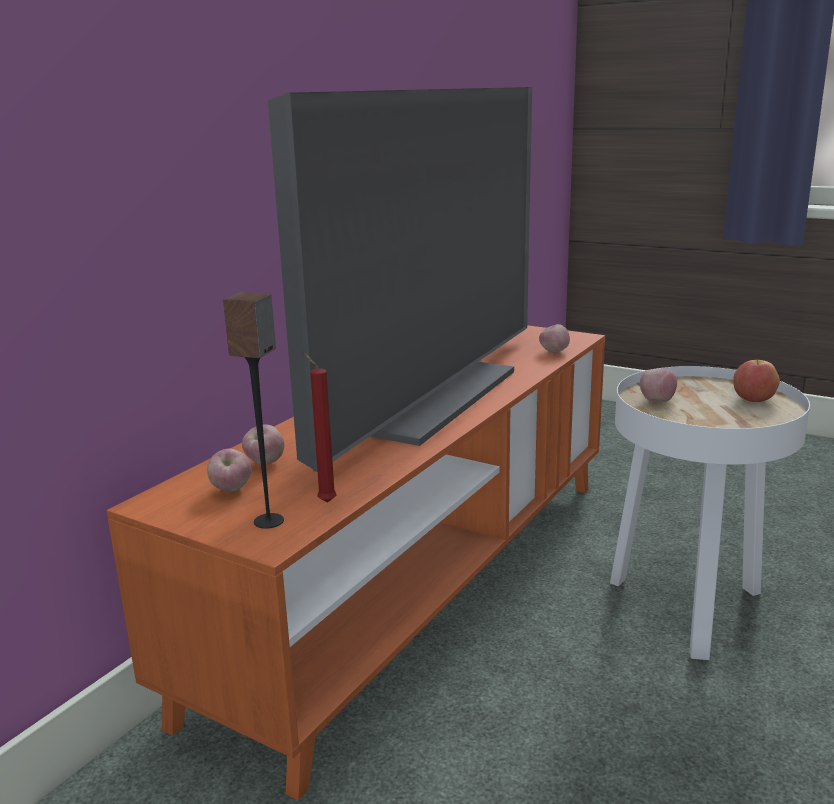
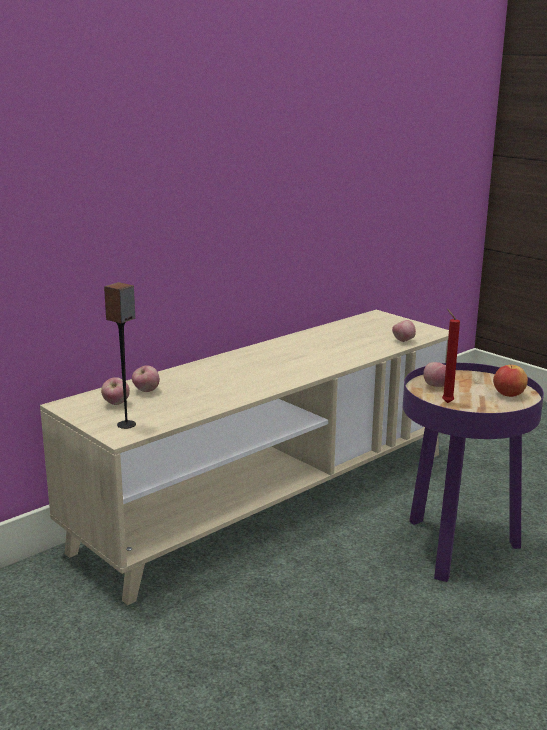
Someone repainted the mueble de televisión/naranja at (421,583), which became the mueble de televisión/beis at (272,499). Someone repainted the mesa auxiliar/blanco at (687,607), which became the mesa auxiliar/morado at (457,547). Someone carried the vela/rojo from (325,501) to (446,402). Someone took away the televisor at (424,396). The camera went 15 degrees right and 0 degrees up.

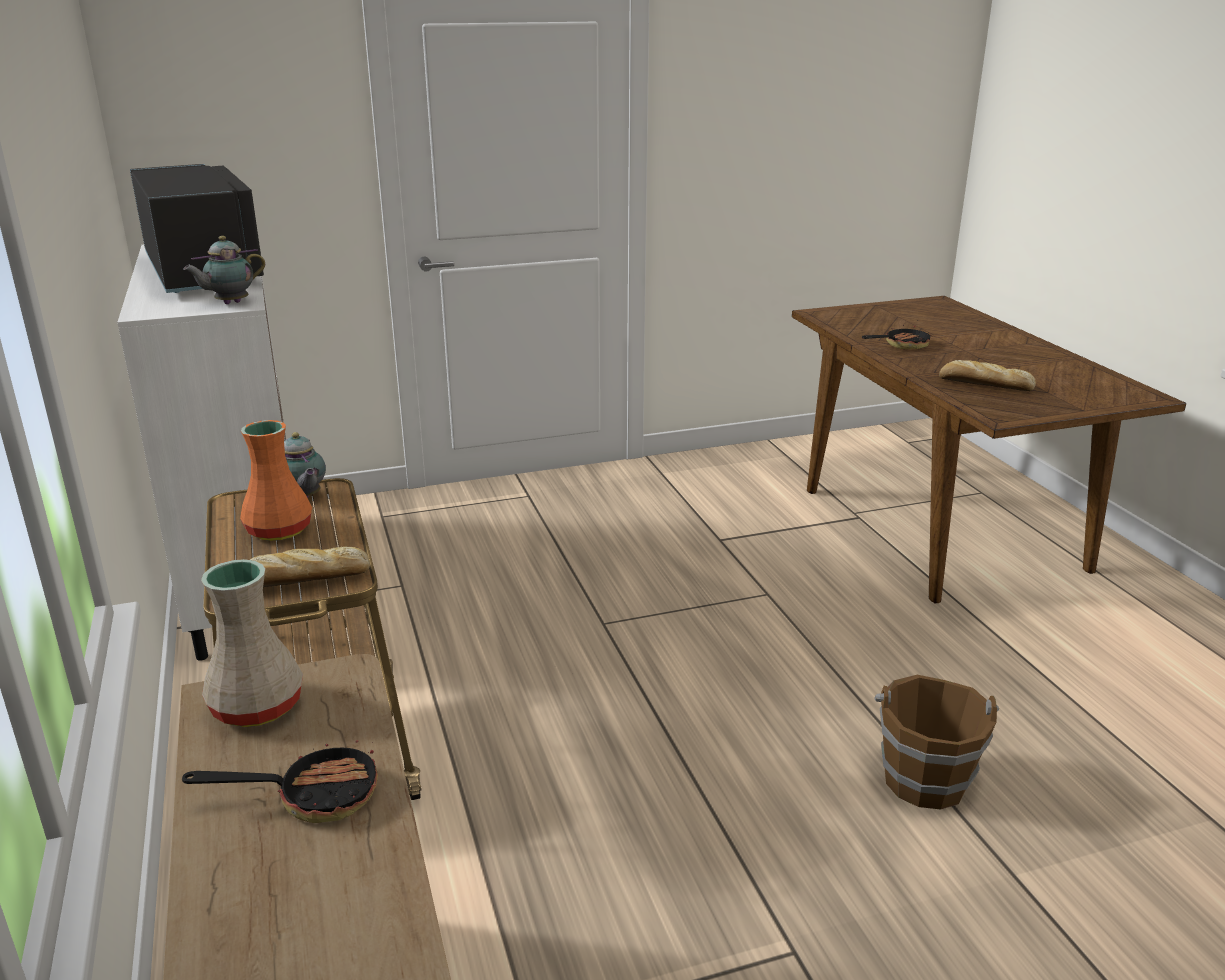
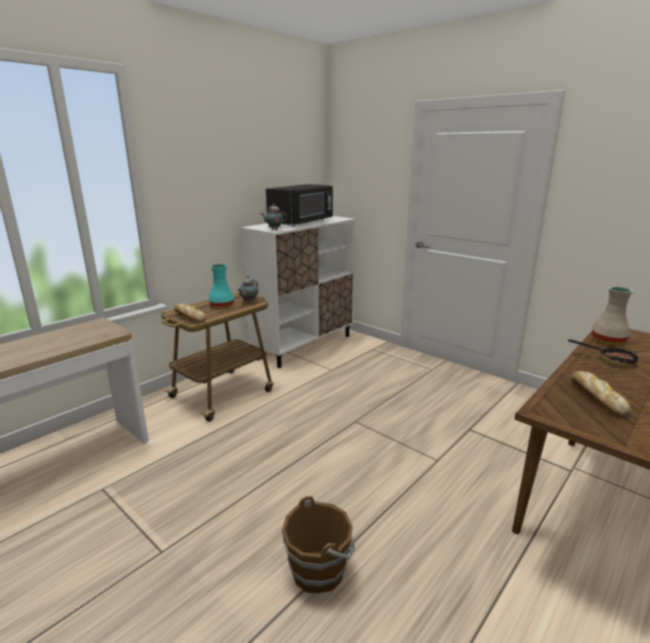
Someone repainted the florero/naranja at (277,530), which became the florero/turquesa at (222,305). Someone carried the florero/beis from (255,707) to (607,340). Someone took away the sartén at (313,795). The camera went 60 degrees right and 5 degrees down.

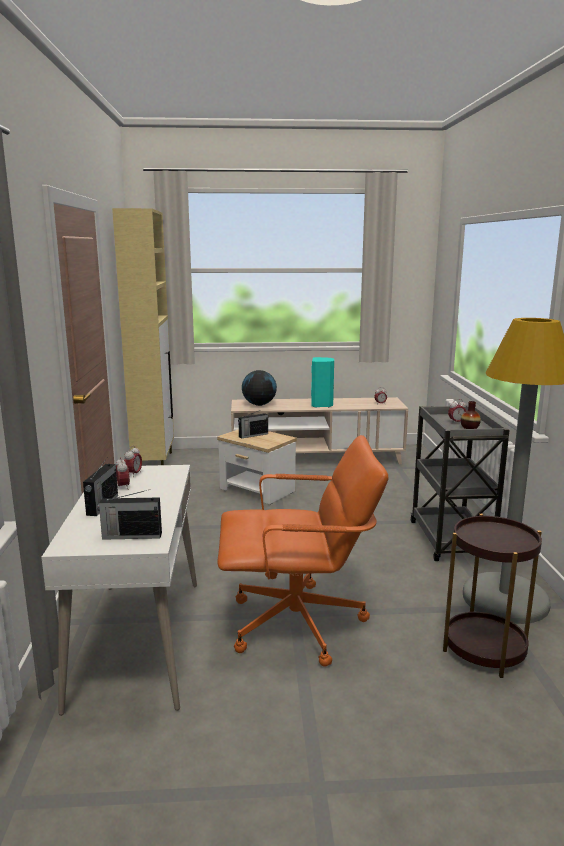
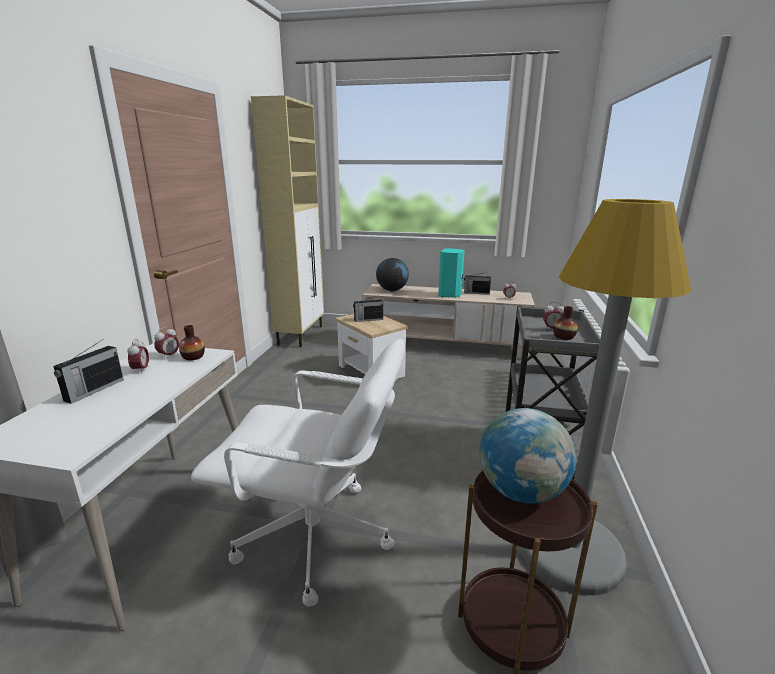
Someone put down the florero at (193,357). Someone repainted the silla de oficina/naranja at (298,625), which became the silla de oficina/blanco at (316,538). Someone carried the radio from (131,536) to (476,293). Someone put down the globo terráqueo at (521,491). The camera went 15 degrees right and 5 degrees up.

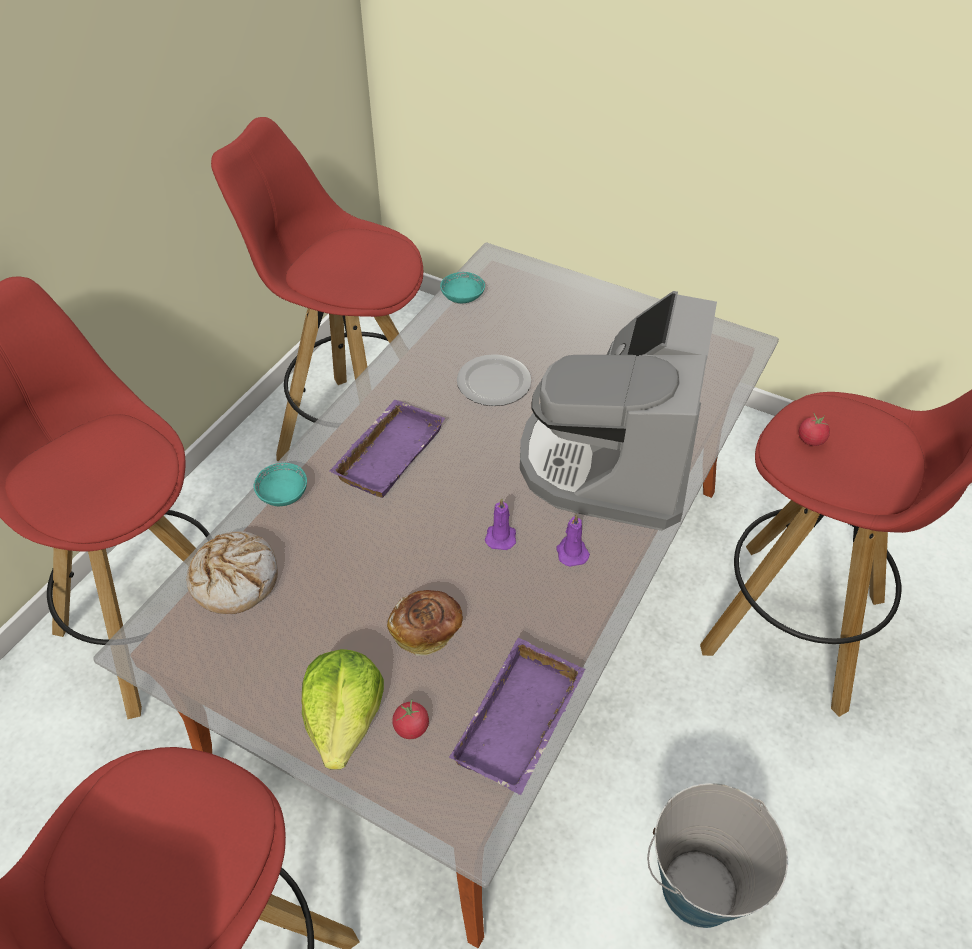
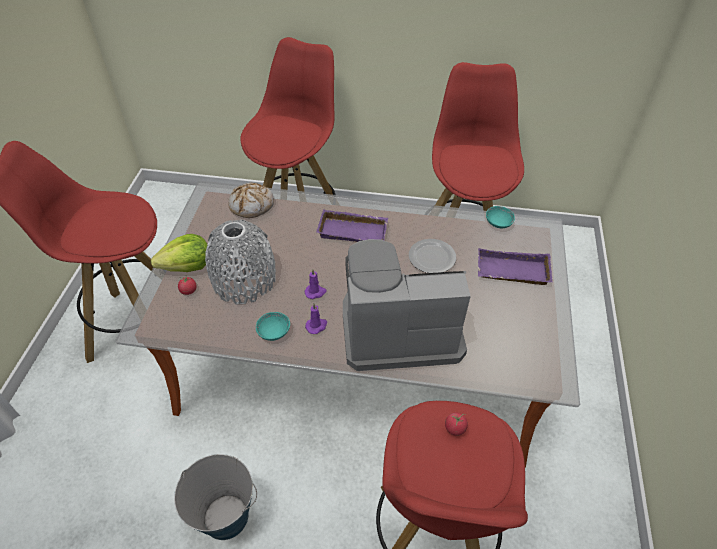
Someone swapped the pan at (427,630) for the florero/gris at (244,280). Someone carried the cuenco/turquesa from (283,494) to (274,332). Someone carried the bandeja/morado from (521,725) to (511,272). The camera went 70 degrees right and 0 degrees up.

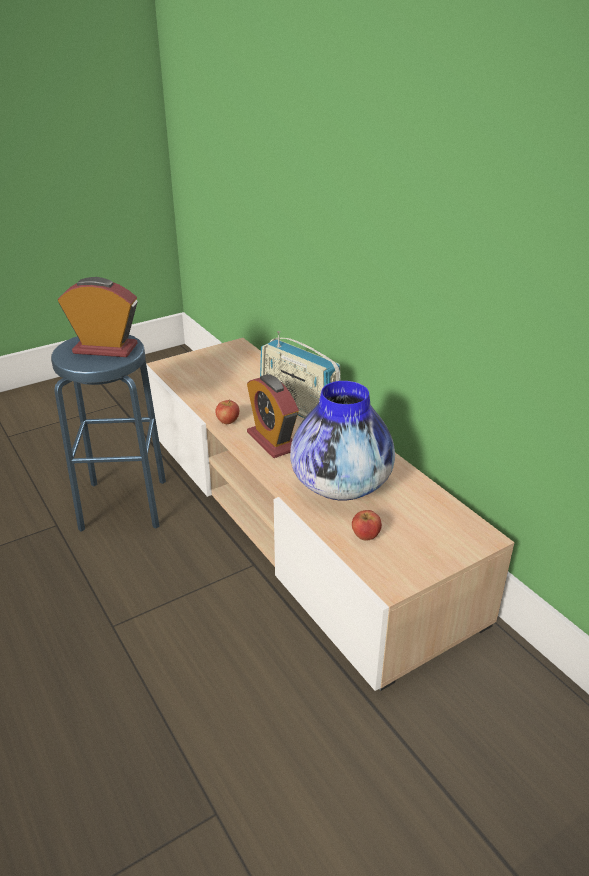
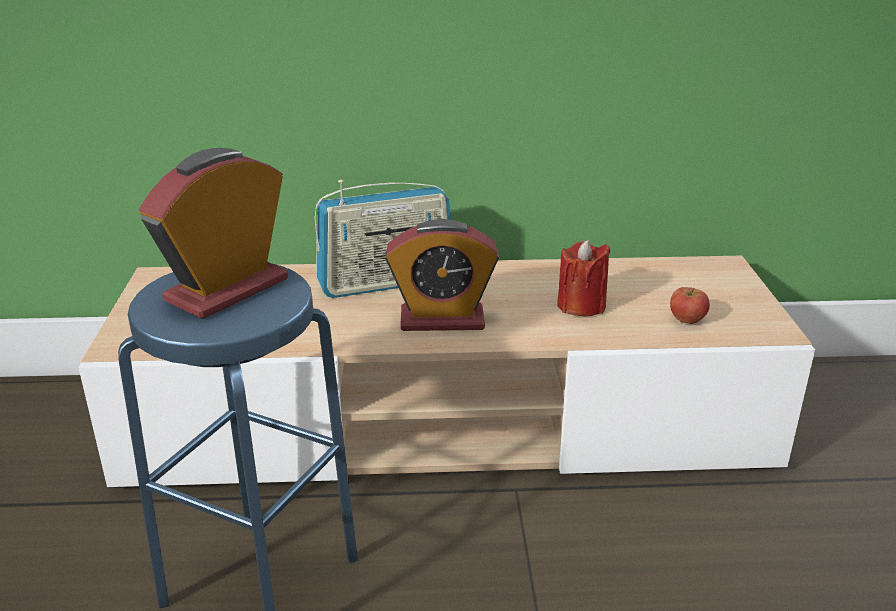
Someone swapped the florero at (341,485) for the vela/rojo at (581,305). Someone took away the manzana at (227,421). The camera went 60 degrees left and 5 degrees down.

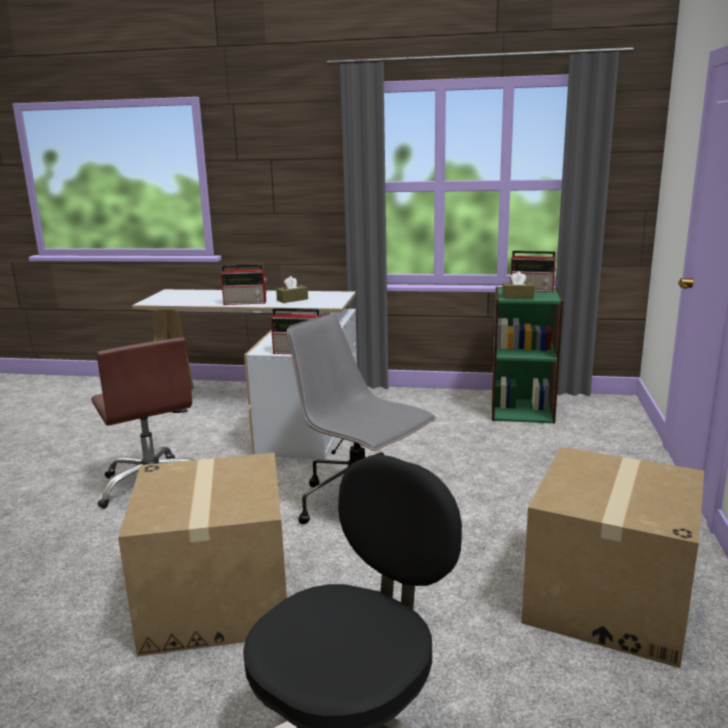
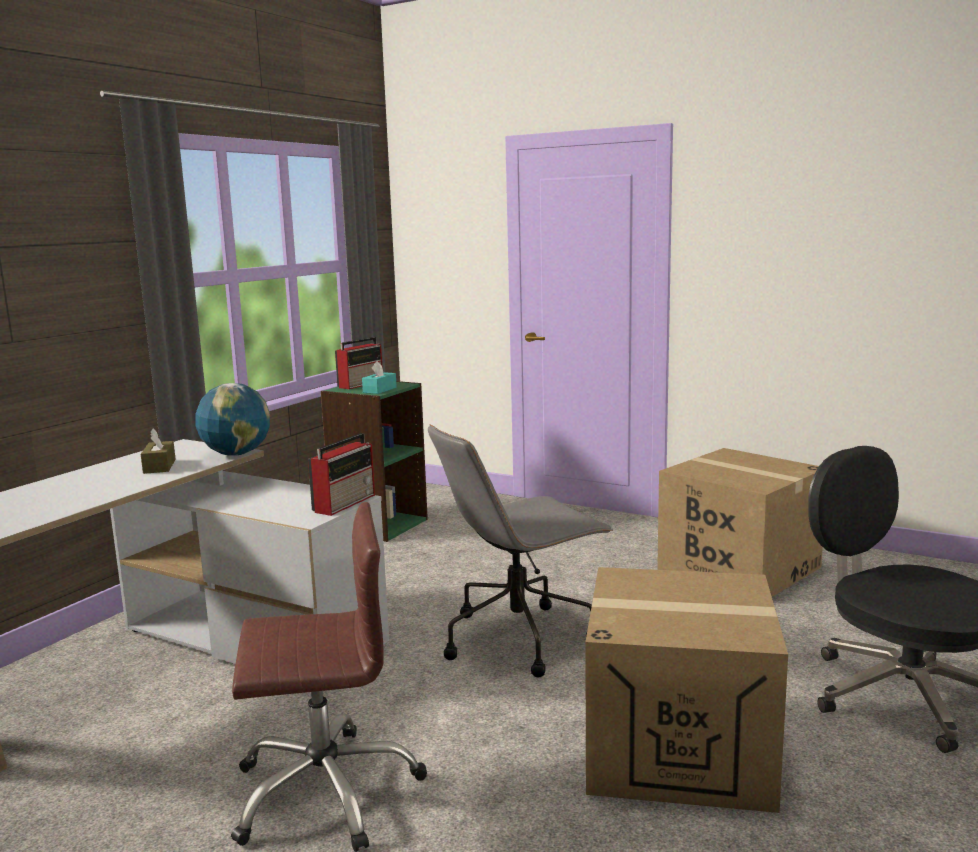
Someone put down the globo terráqueo at (236,454). Someone repainted the caja de pañuelos/marrón at (517,296), which became the caja de pañuelos/turquesa at (379,390). Someone took away the radio at (246,302). The camera went 70 degrees left and 5 degrees down.

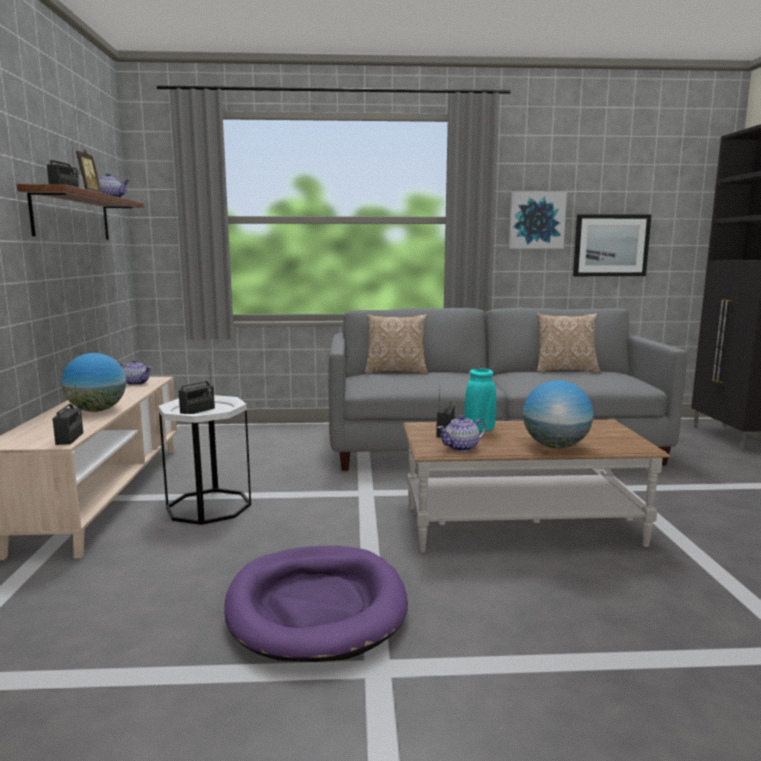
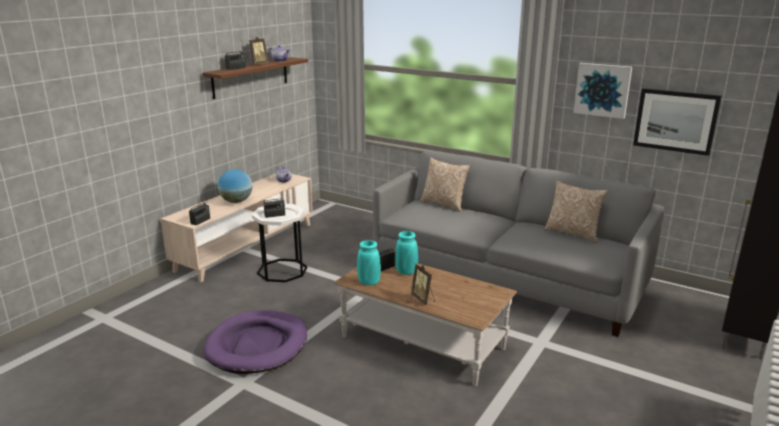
Someone swapped the tetera at (461,448) for the florero/turquesa at (369,282). Someone swapped the globo terráqueo at (555,446) for the portarretratos at (423,299). The camera went 35 degrees right and 10 degrees up.

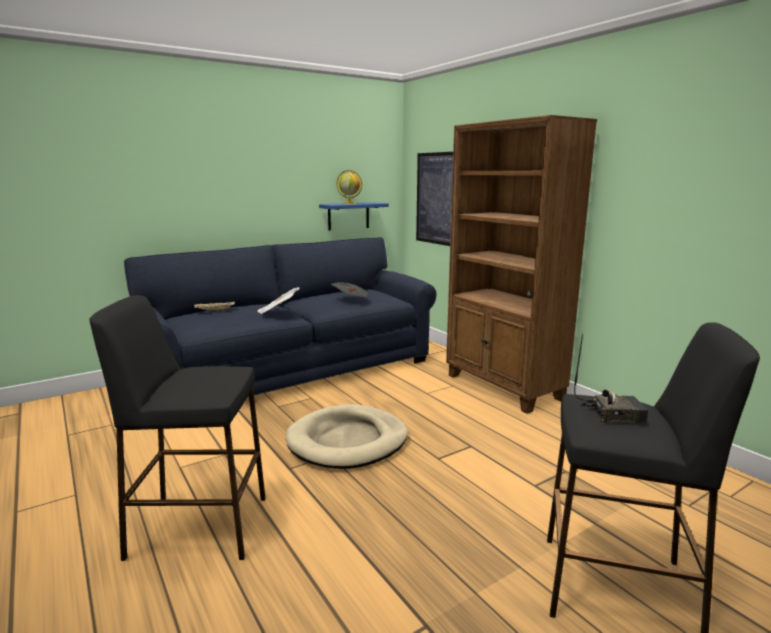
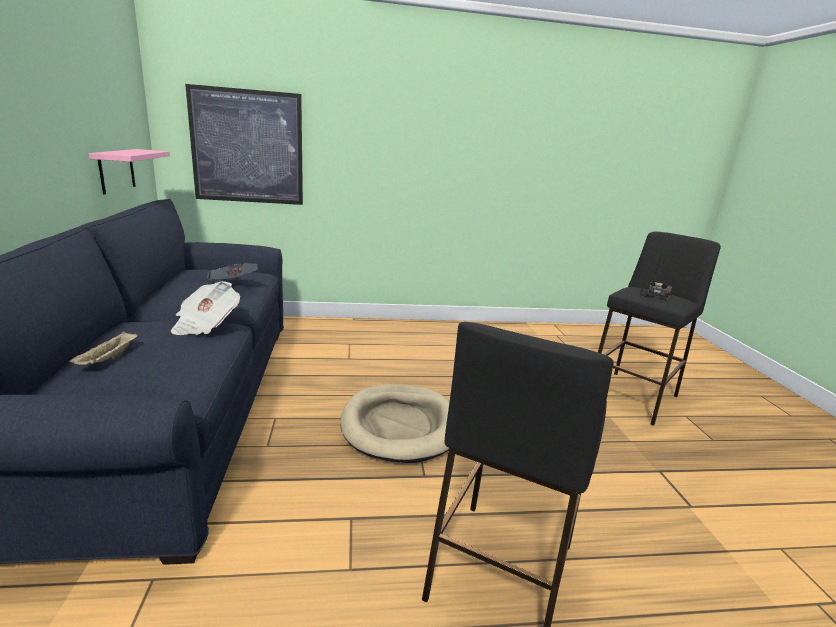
Someone repainted the estante/azul at (348,216), which became the estante/rosa at (116,170). Someone took away the globo terráqueo at (350,203). Someone took away the estantería/marrón at (503,387). The camera went 65 degrees left and 5 degrees up.

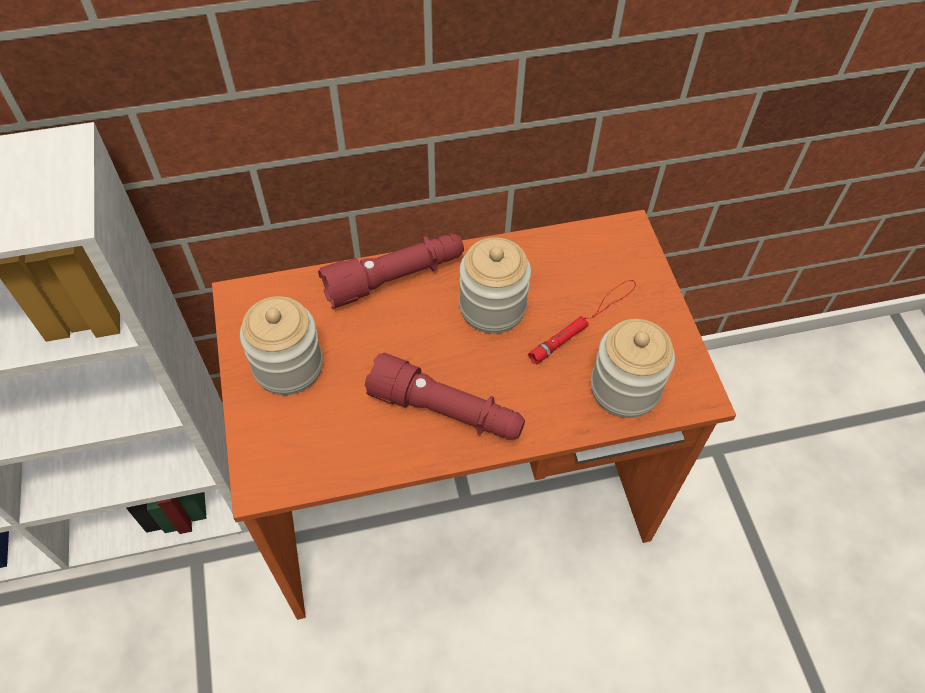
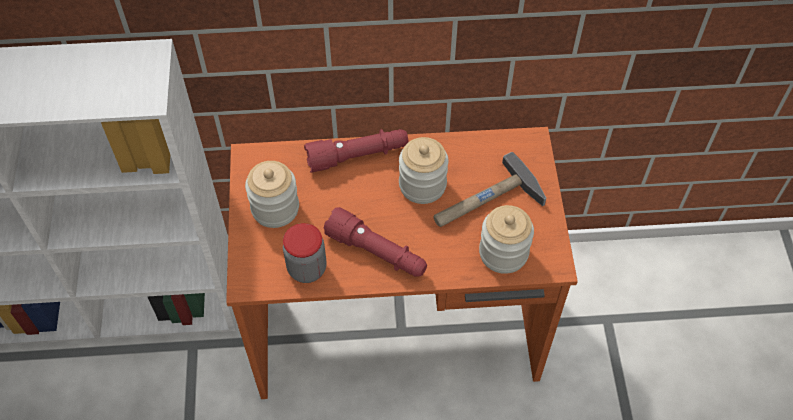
Someone put down the tarro at (307,268). Someone swapped the linterna/rojo at (584,321) for the martillo at (485,203). The camera went 10 degrees right and 0 degrees up.

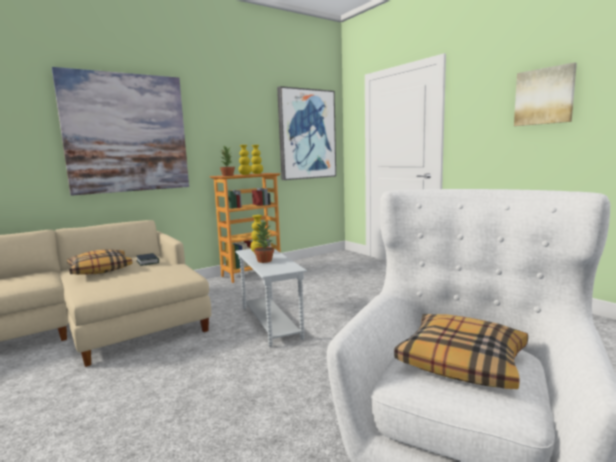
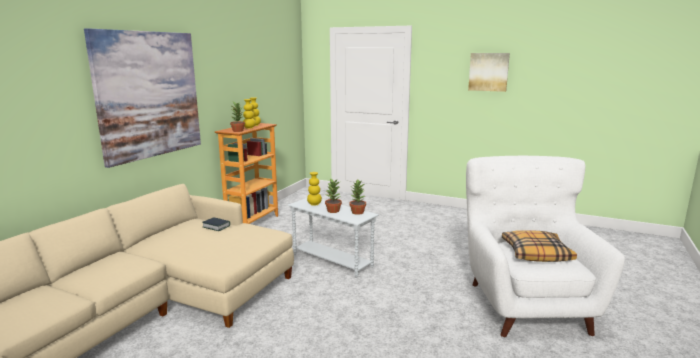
Someone put down the planta en maceta at (357,212). Someone took away the cojín at (100,269). Someone took away the cuadro at (307,134). The camera went 30 degrees left and 5 degrees up.

